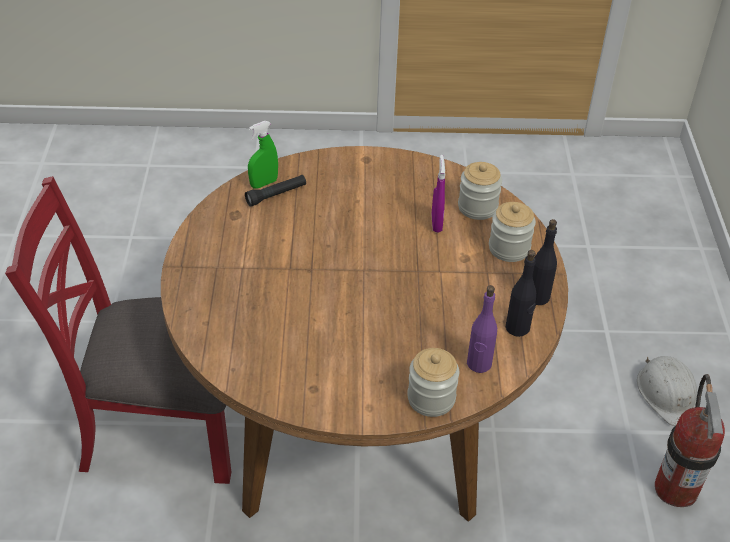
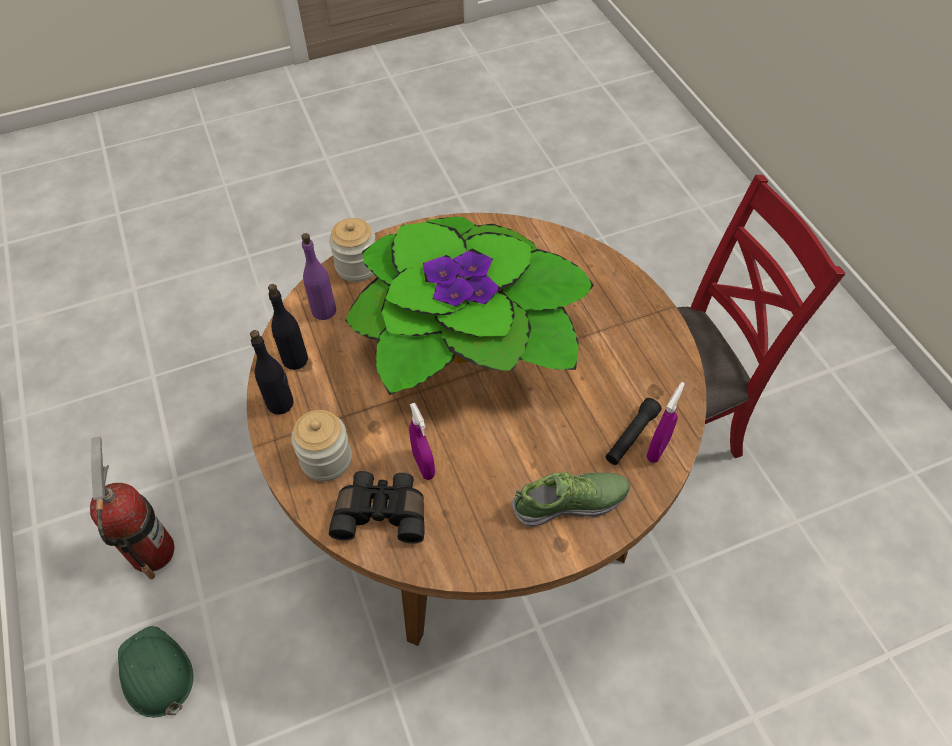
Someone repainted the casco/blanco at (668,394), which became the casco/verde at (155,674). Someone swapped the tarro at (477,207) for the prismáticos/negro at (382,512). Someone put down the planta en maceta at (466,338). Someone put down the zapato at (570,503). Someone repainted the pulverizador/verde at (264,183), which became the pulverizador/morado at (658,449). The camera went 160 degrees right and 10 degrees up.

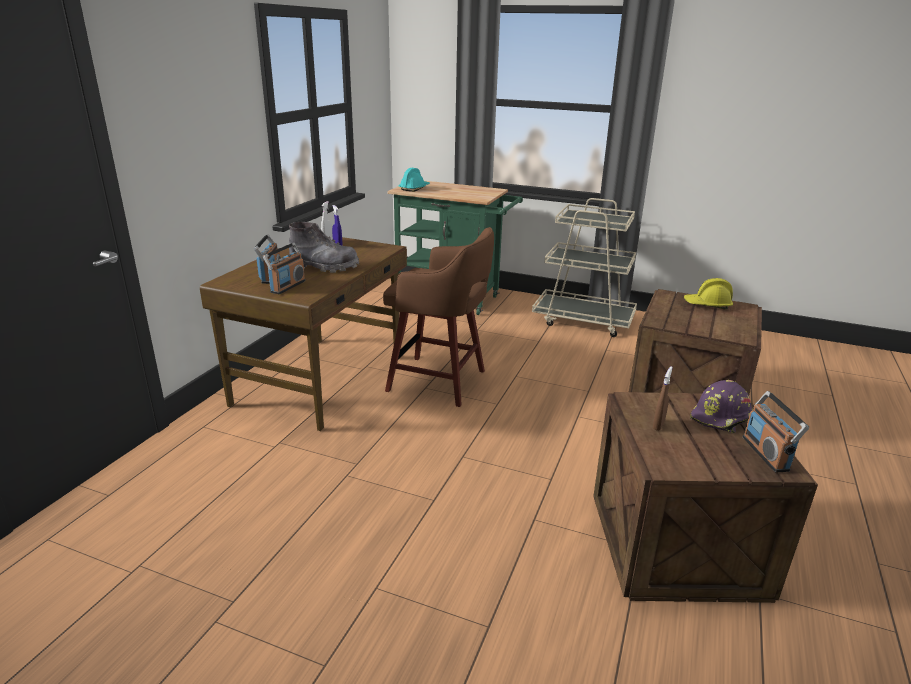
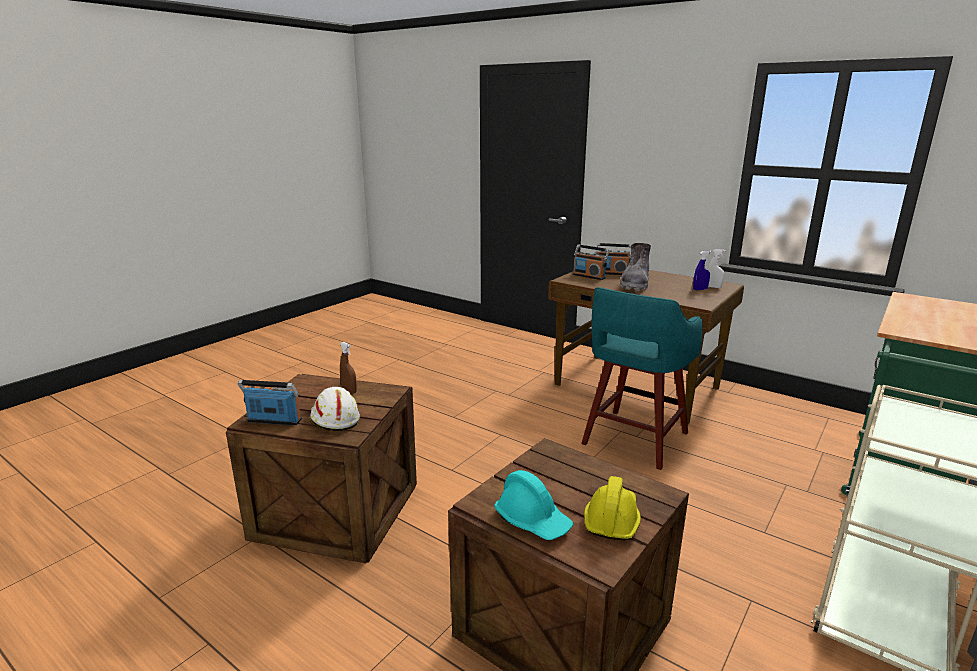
Someone repainted the casco/morado at (721,417), which became the casco/blanco at (333,419). Someone carried the casco/turquesa from (414,188) to (533,520). Someone repainted the taburete/marrón at (439,381), which became the taburete/turquesa at (633,440). The camera went 105 degrees right and 5 degrees down.

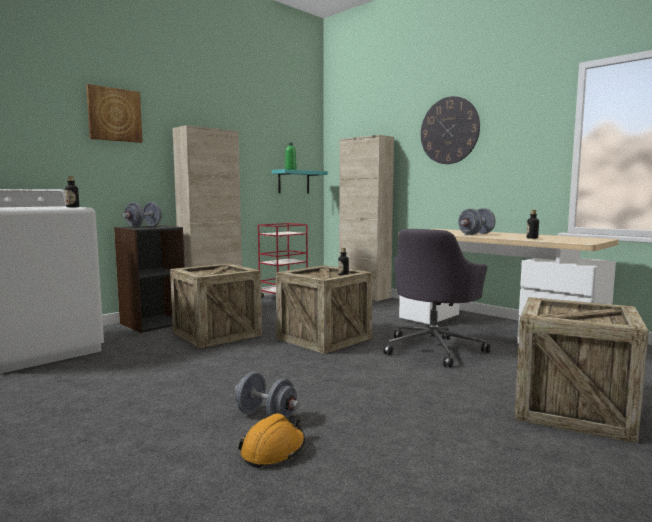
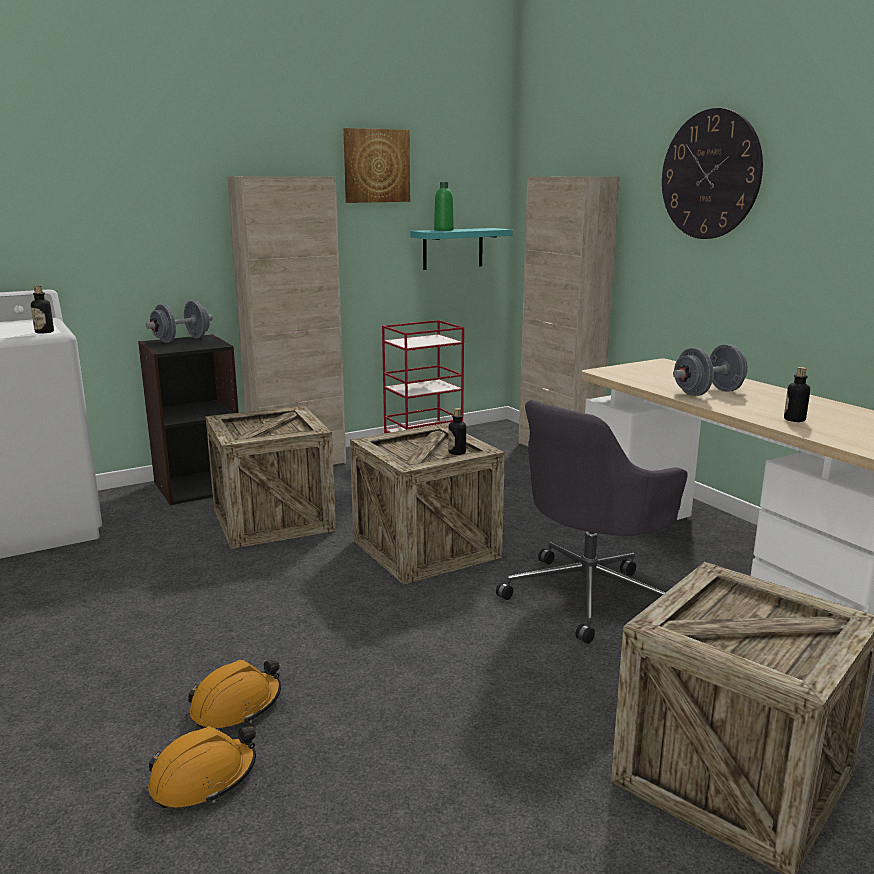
Someone swapped the mancuerna/gris at (266,416) for the casco/naranja at (236,706). Someone carried the cuadro from (114,115) to (376,166). The camera went 15 degrees right and 10 degrees up.

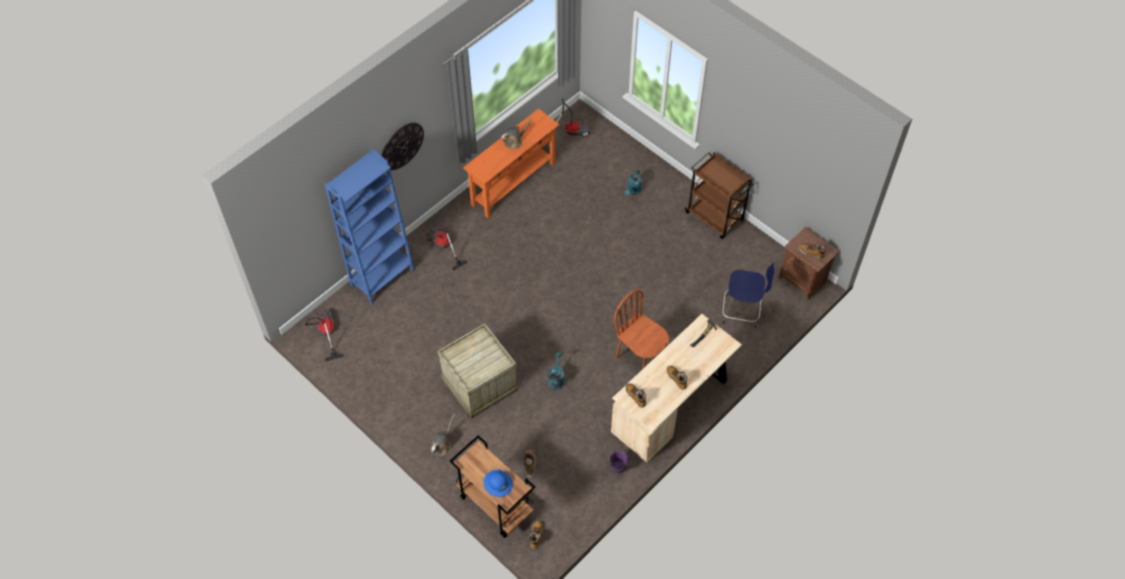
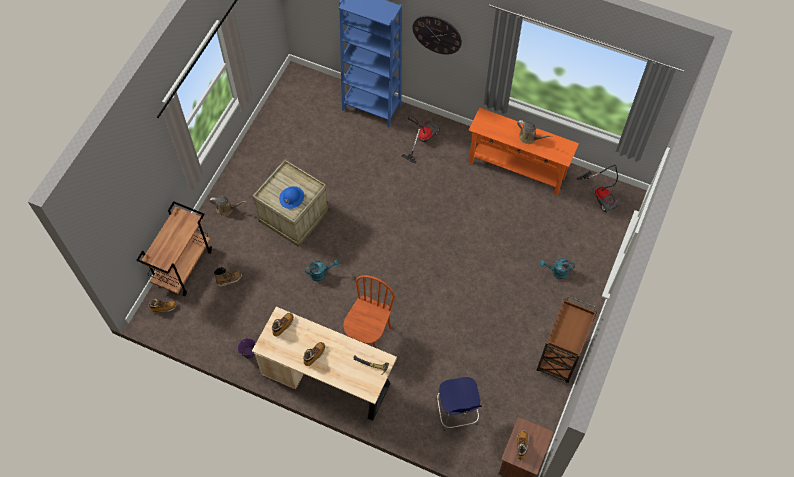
Someone carried the casco/azul from (498,484) to (291,198). Someone took away the aspiradora at (326,333). The camera went 70 degrees right and 5 degrees up.

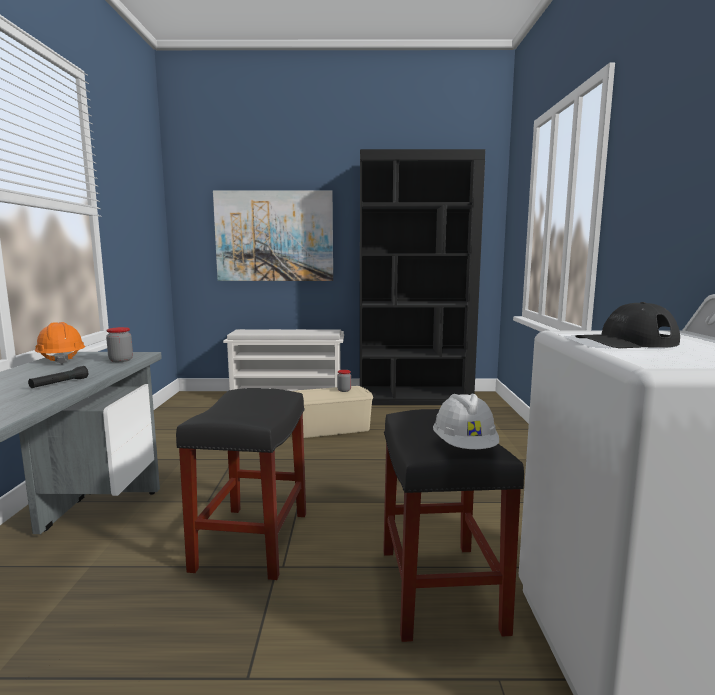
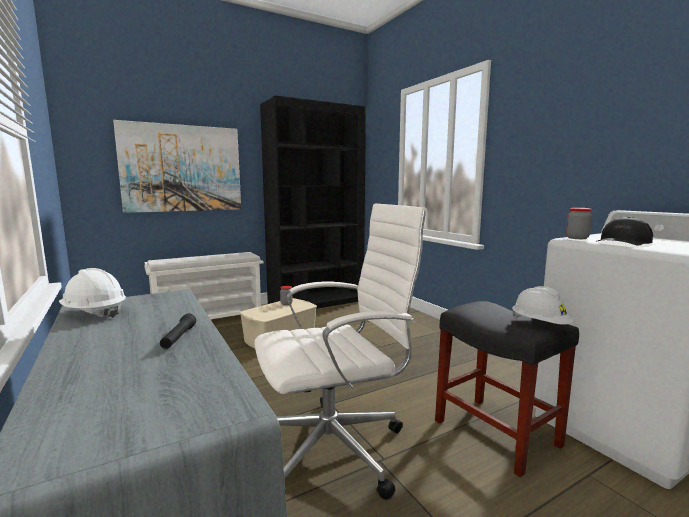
Someone repainted the casco/naranja at (61,360), which became the casco/blanco at (94,313). Someone swapped the taburete/negro at (252,542) for the silla de oficina/blanco at (335,449). Someone carried the tarro from (121,360) to (577,238). The camera went 30 degrees left and 0 degrees up.

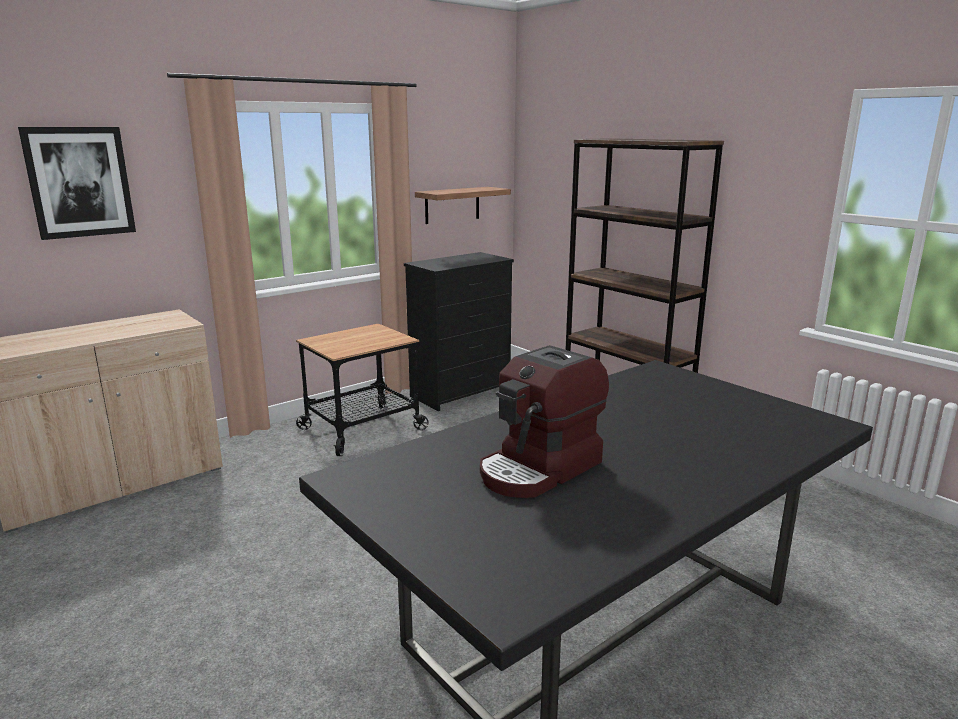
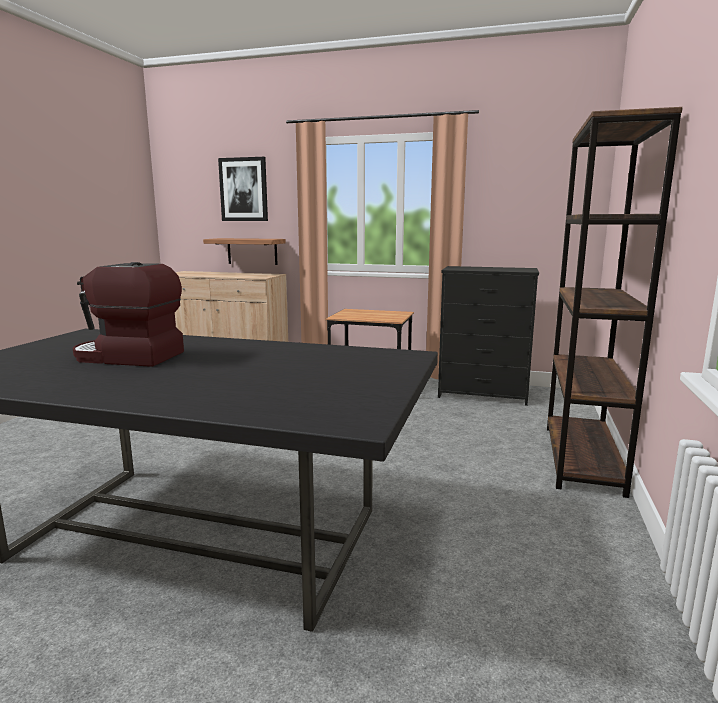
Someone carried the estante from (452,205) to (252,251). The camera went 55 degrees right and 5 degrees down.

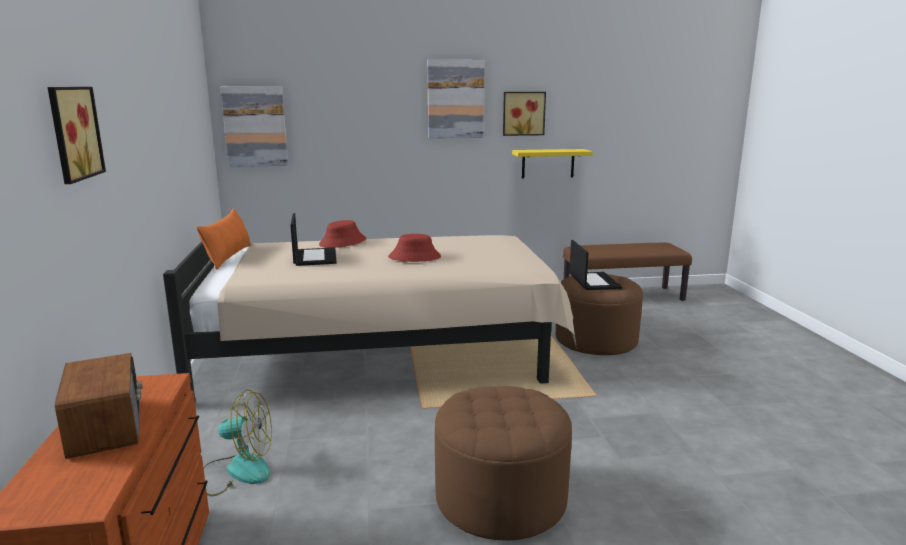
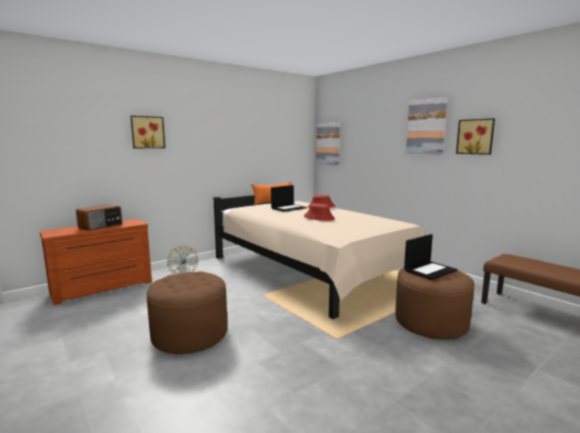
Someone took away the estante/amarillo at (548,163). The camera went 60 degrees right and 5 degrees down.

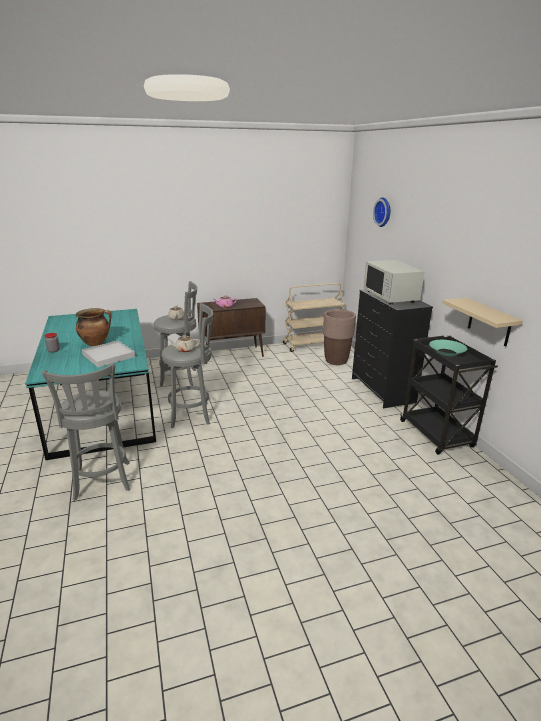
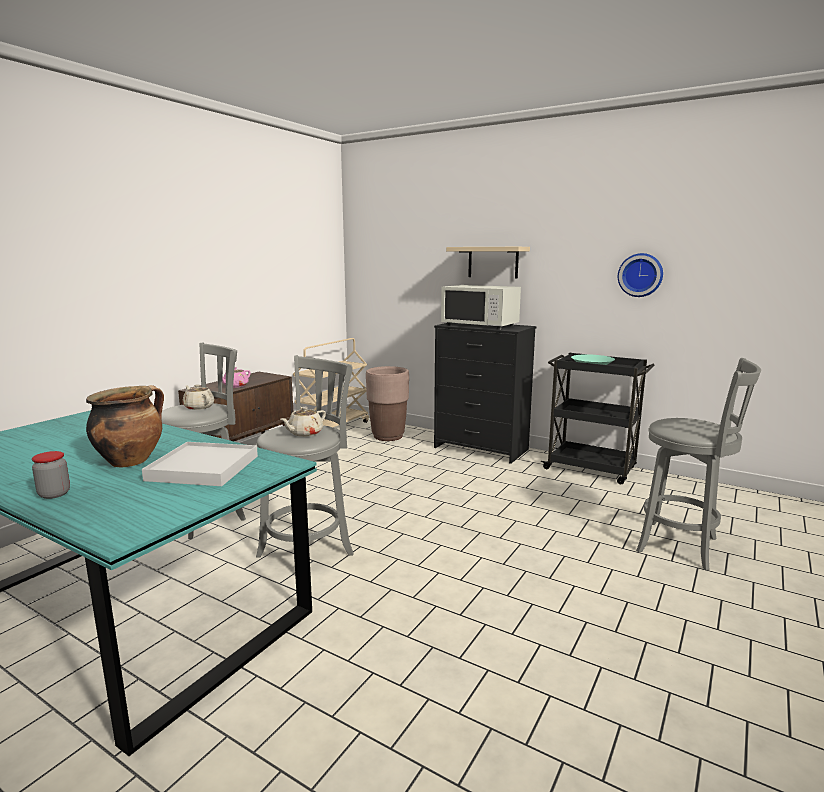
Someone carried the estante/beis from (489,322) to (493,262). Someone carried the reloj de pared from (384,212) to (640,275). Someone carried the taburete/gris from (102,483) to (682,546). The camera went 40 degrees left and 10 degrees down.

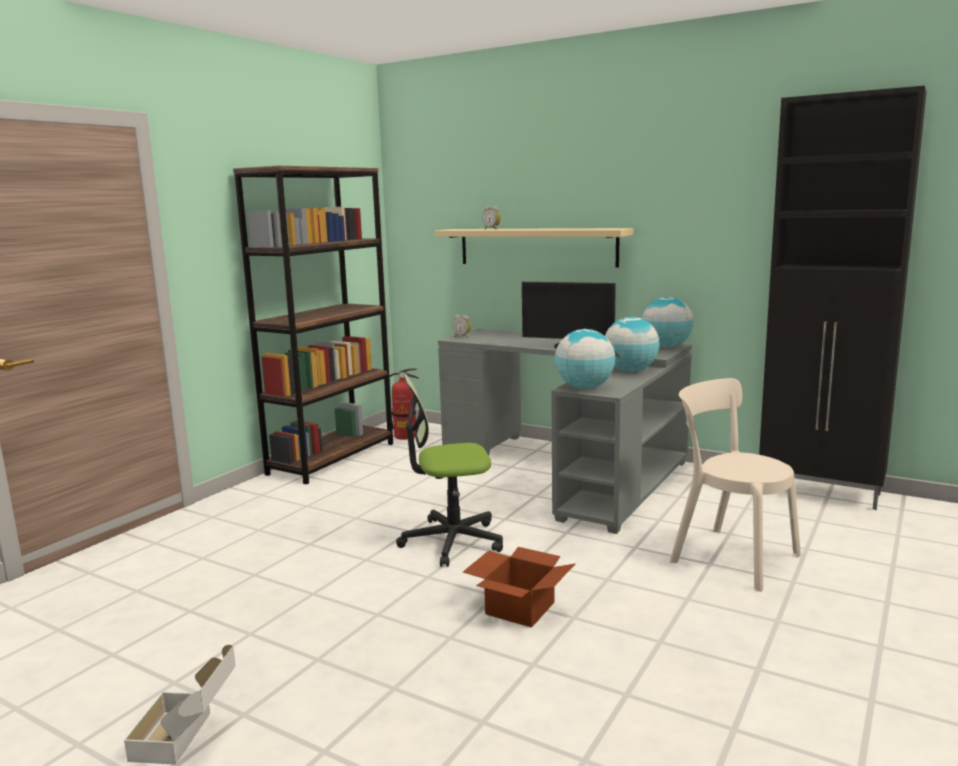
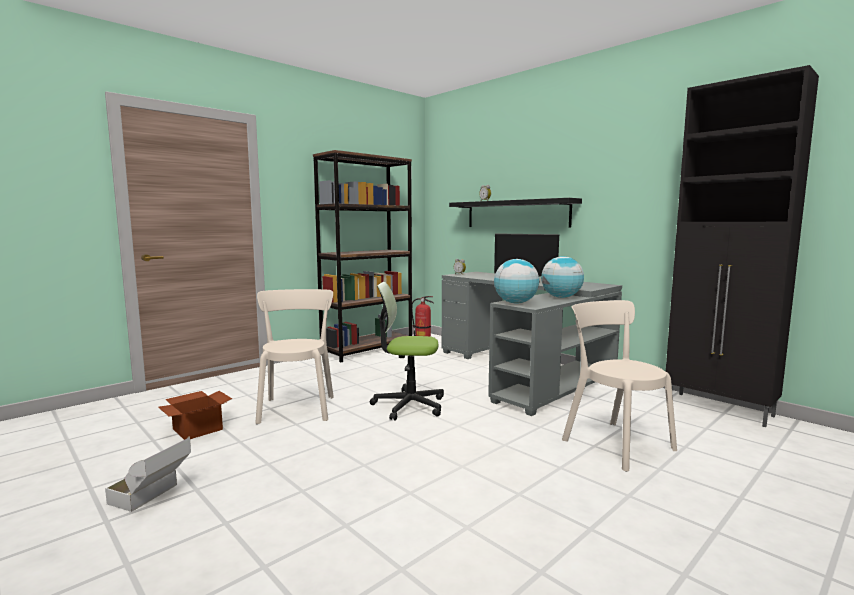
Someone carried the caja de cartón from (519,607) to (198,429). Someone put down the silla/beis at (297,408). Someone repainted the estante/beis at (536,247), which became the estante/negro at (516,214). Someone took away the globo terráqueo at (666,347). The camera went 15 degrees right and 5 degrees down.

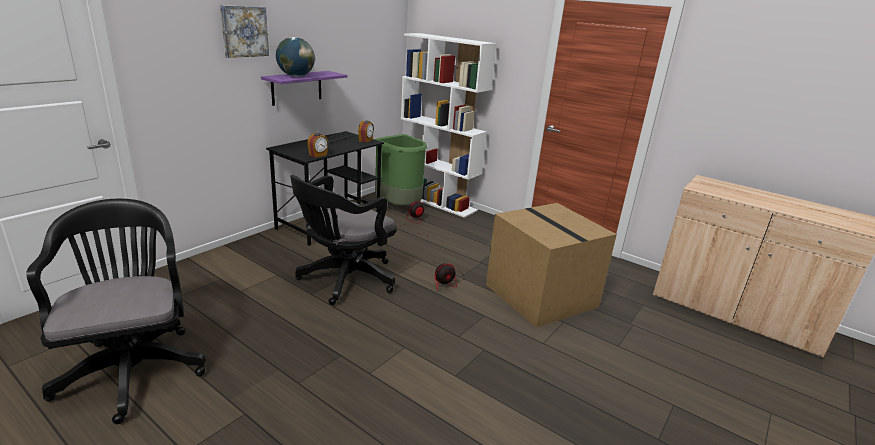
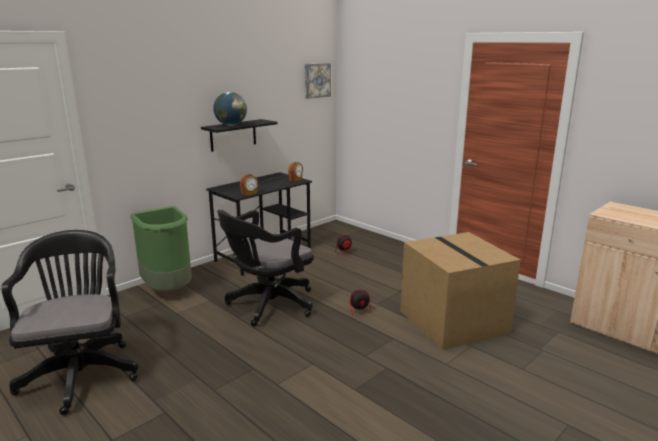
Someone carried the papelera/verde from (399,207) to (169,290). Someone repainted the estante/morado at (296,87), which became the estante/negro at (233,135). Someone carried the cuadro from (244,31) to (316,80). Someone took away the estantería/blanco at (437,202). The camera went 10 degrees right and 5 degrees down.

